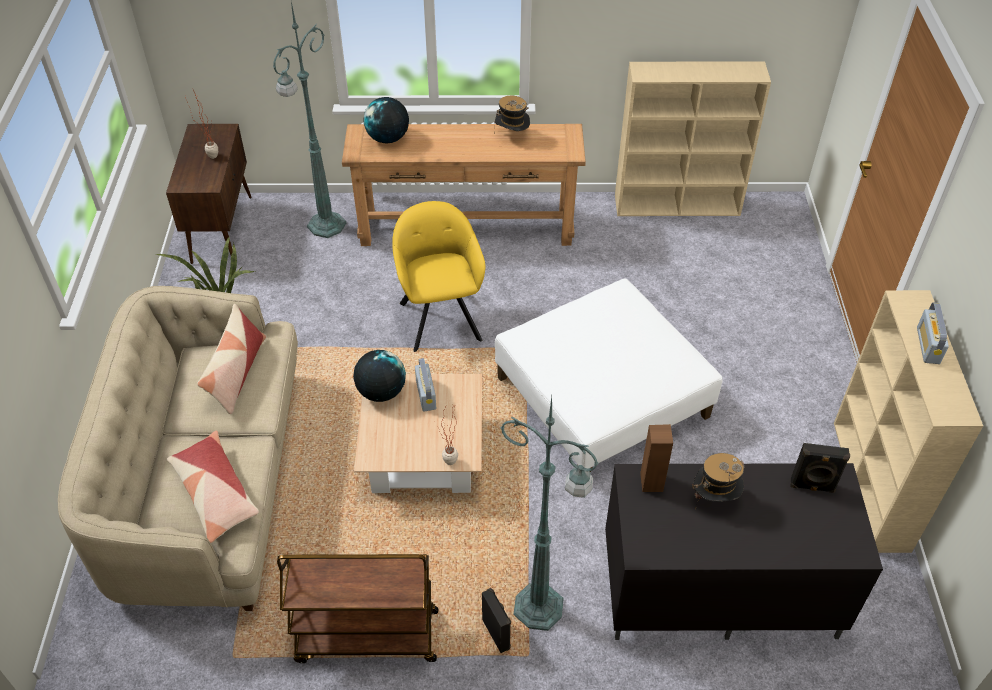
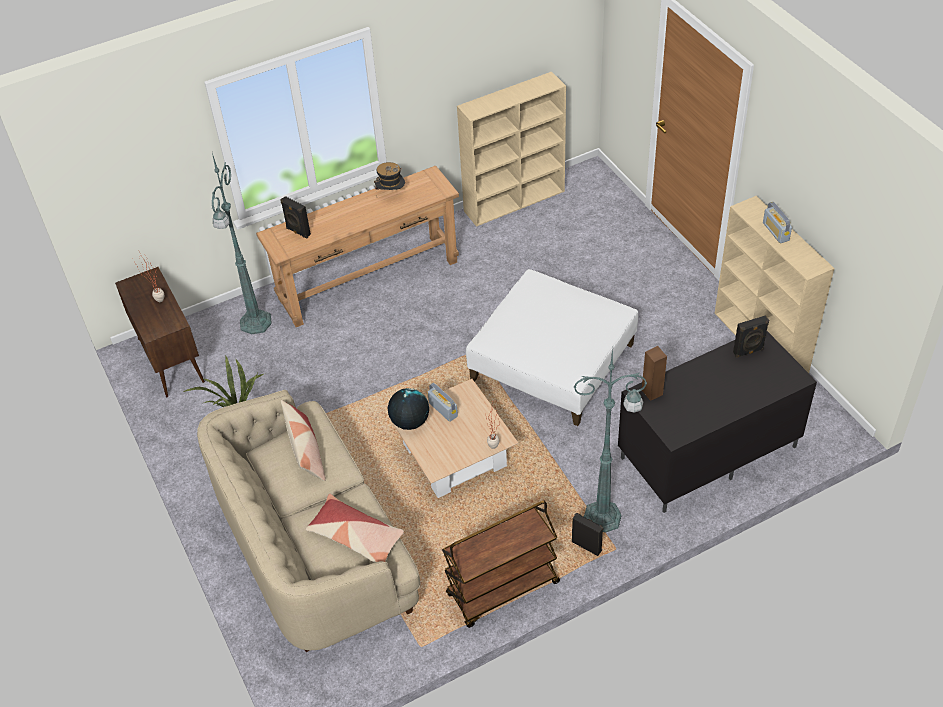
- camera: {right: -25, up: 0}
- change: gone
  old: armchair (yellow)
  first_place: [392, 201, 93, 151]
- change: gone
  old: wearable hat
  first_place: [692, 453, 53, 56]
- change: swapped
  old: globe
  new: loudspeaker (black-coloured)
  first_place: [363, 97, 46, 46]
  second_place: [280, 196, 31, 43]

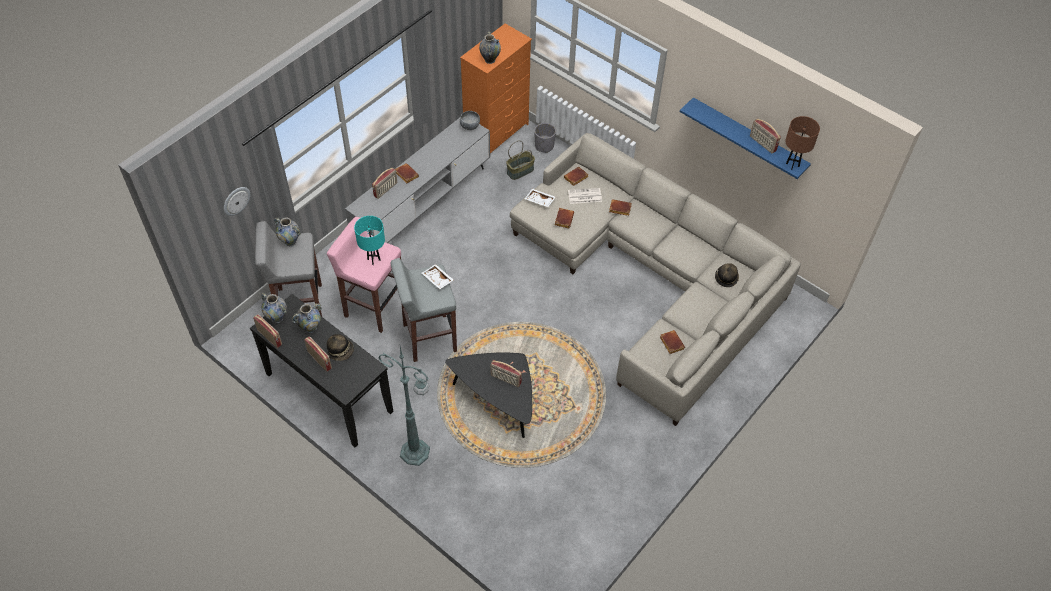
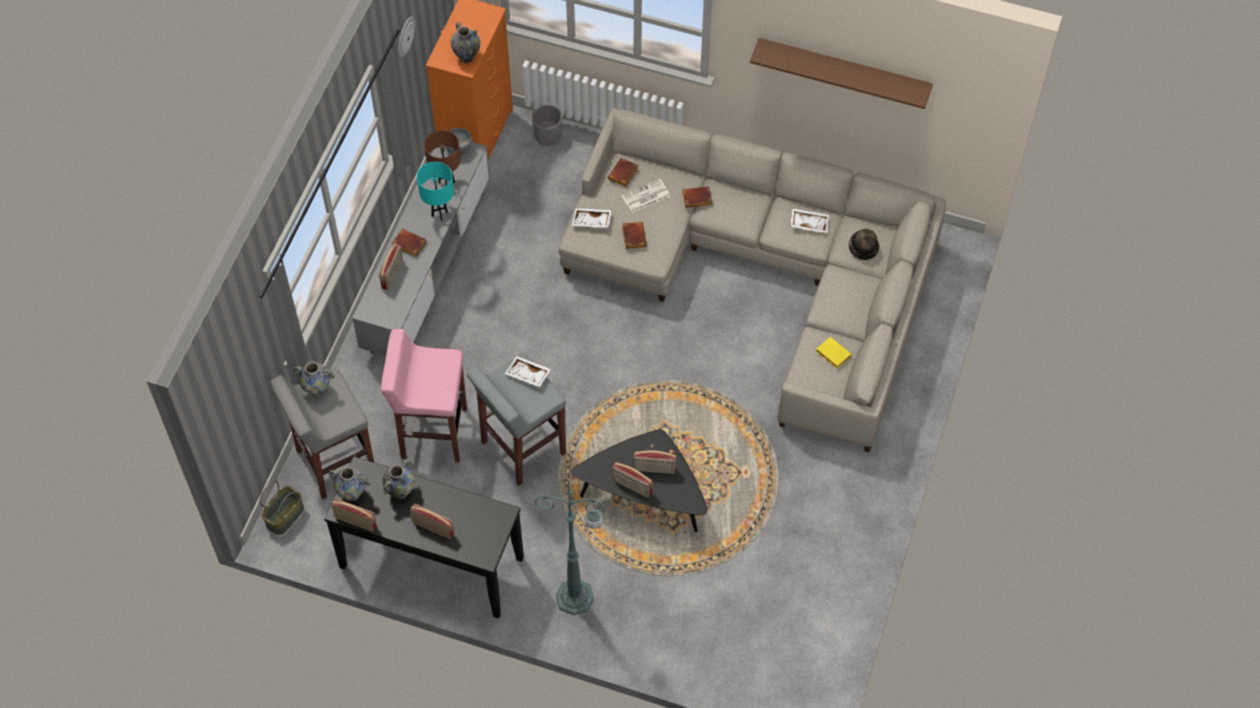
- camera: {right: -20, up: 5}
- change: gone
  old: wearable hat
  first_place: [327, 334, 27, 27]
- change: new
  new: serving tray (white)
  second_place: [790, 208, 39, 25]
- change: shifted
  old: wall clock
  first_place: [224, 187, 26, 29]
  second_place: [398, 17, 17, 40]
- change: shifted
  old: table lamp (turquoise-coloured)
  first_place: [354, 216, 31, 49]
  second_place: [417, 162, 37, 59]
- change: shifted
  old: storage basket
  first_place: [506, 140, 29, 40]
  second_place: [260, 480, 44, 55]
- change: shifted
  old: radio set
  first_place: [750, 119, 31, 34]
  second_place: [613, 462, 40, 36]
- change: shifted
  old: table lamp (brown)
  first_place: [785, 116, 35, 54]
  second_place: [424, 130, 37, 55]
- change: repainted
  old: book (brown)
  new: book (yellow)
  first_place: [660, 330, 25, 24]
  second_place: [816, 337, 36, 31]
- change: repainted
  old: wall shelf (bluish)
  new: wall shelf (brown)
  first_place: [680, 97, 131, 82]
  second_place: [750, 38, 183, 71]

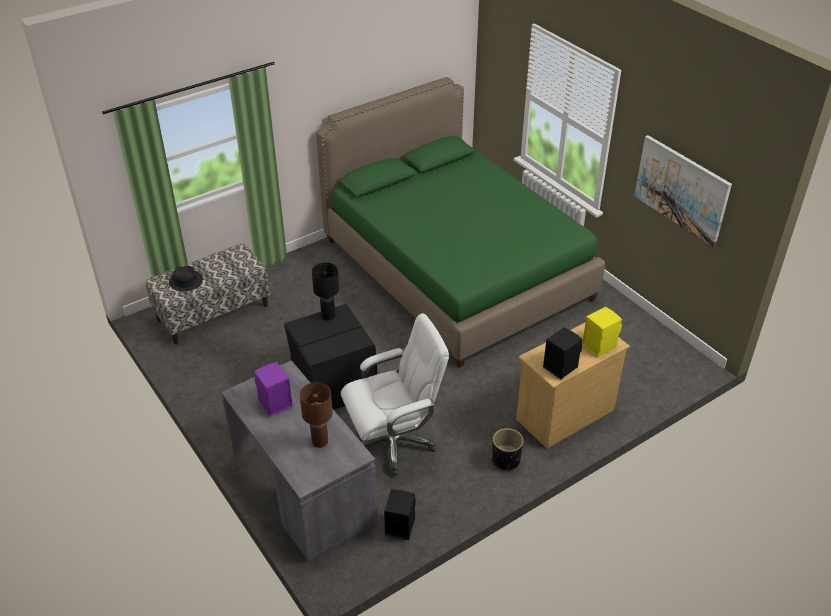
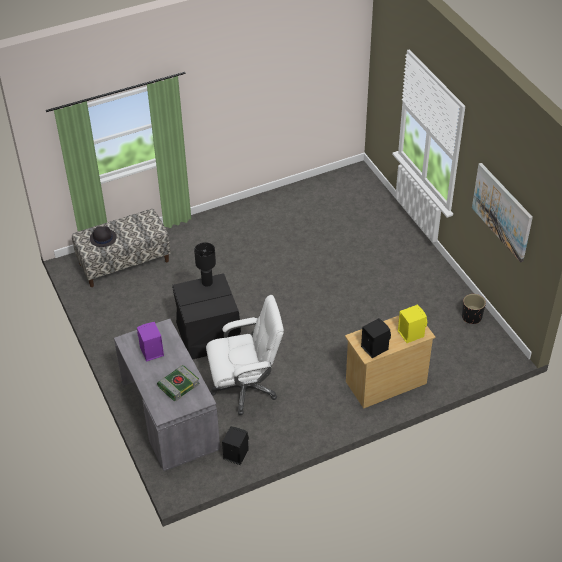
- camera: {right: 10, up: 5}
- change: gone
  old: bedroom bed (greenish)
  first_place: [316, 77, 289, 291]
- change: shifted
  old: planter (black-coloured)
  first_place: [492, 428, 32, 42]
  second_place: [462, 294, 24, 30]
- change: swapped
  old: table lamp (brown)
  new: book
  first_place: [300, 382, 33, 66]
  second_place: [157, 365, 42, 36]

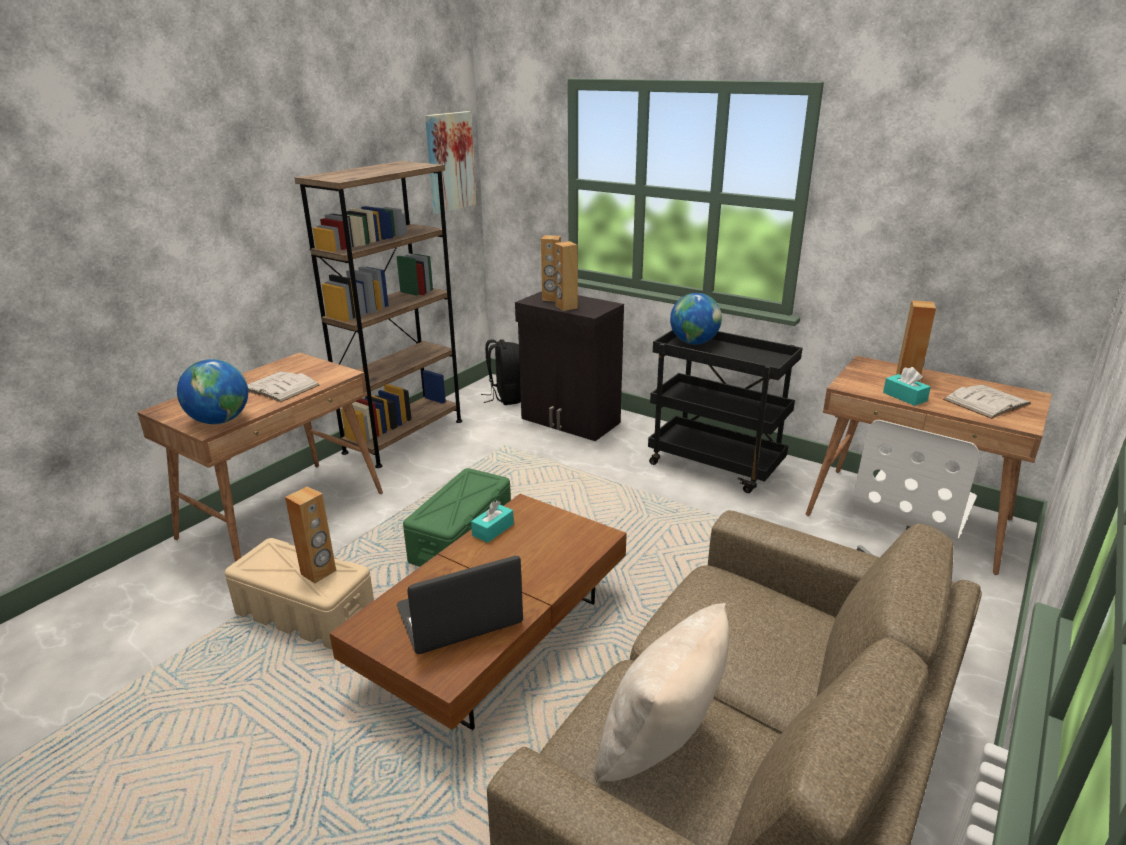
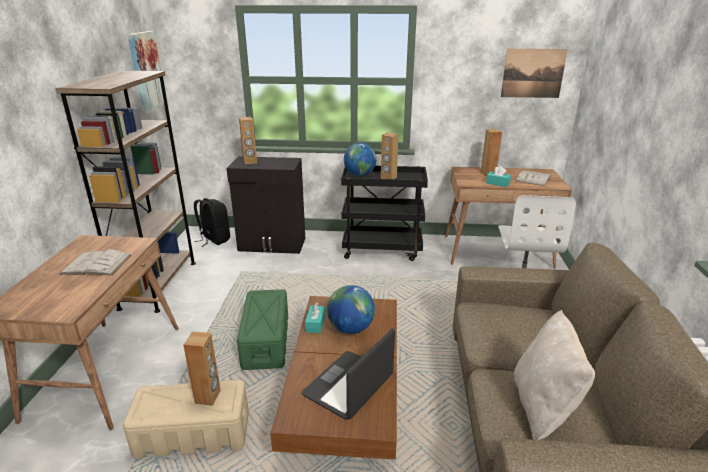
- camera: {right: -30, up: 0}
- change: new
  new: picture
  second_place: [501, 49, 67, 49]
- change: shifted
  old: globe
  first_place: [177, 359, 71, 65]
  second_place: [327, 285, 48, 49]
- change: shifted
  old: loudspeaker (brown)
  first_place: [555, 241, 23, 70]
  second_place: [381, 132, 17, 47]

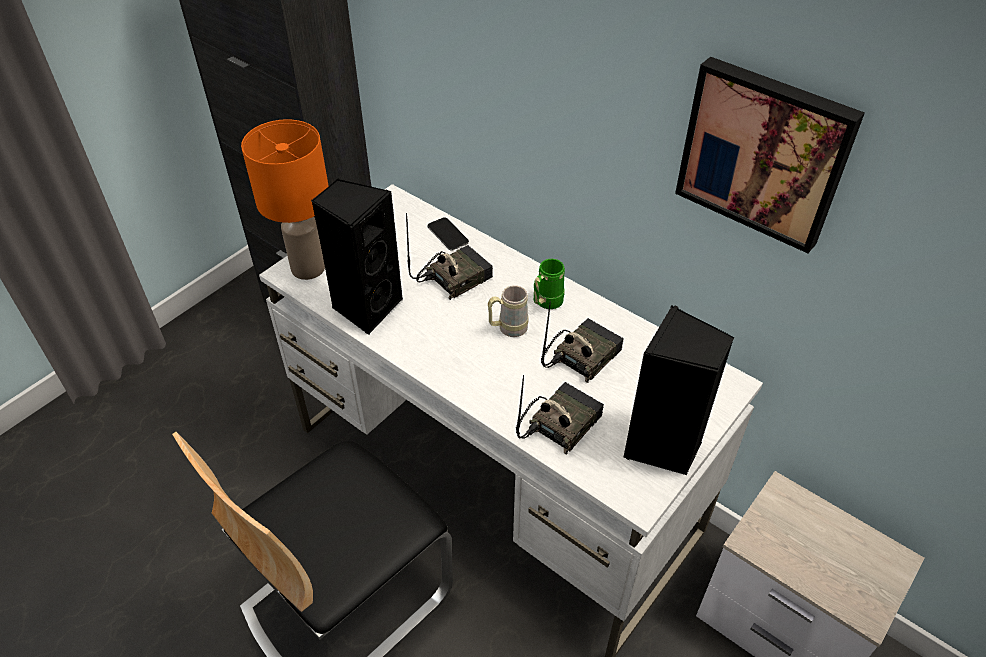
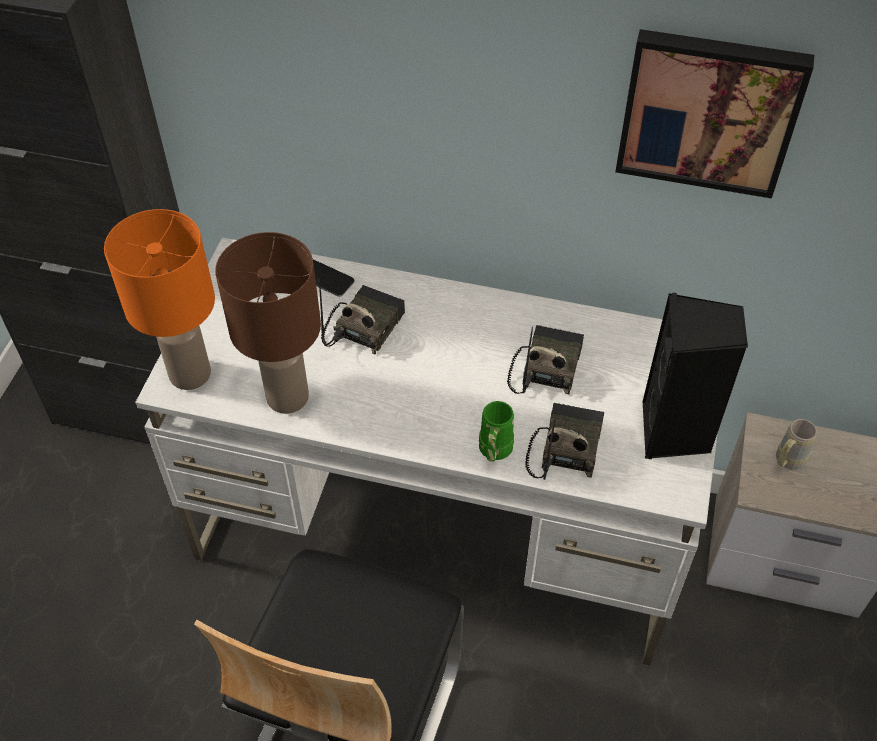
- camera: {right: -25, up: 5}
- change: shifted
  old: tea mug (beige)
  first_place: [488, 285, 40, 52]
  second_place: [776, 419, 41, 51]
- change: shifted
  old: tea mug (greenish)
  first_place: [534, 259, 31, 50]
  second_place: [479, 401, 35, 61]
- change: swapped
  old: loudspeaker (black-coloured)
  new: table lamp (brown)
  first_place: [311, 179, 92, 156]
  second_place: [215, 232, 106, 182]

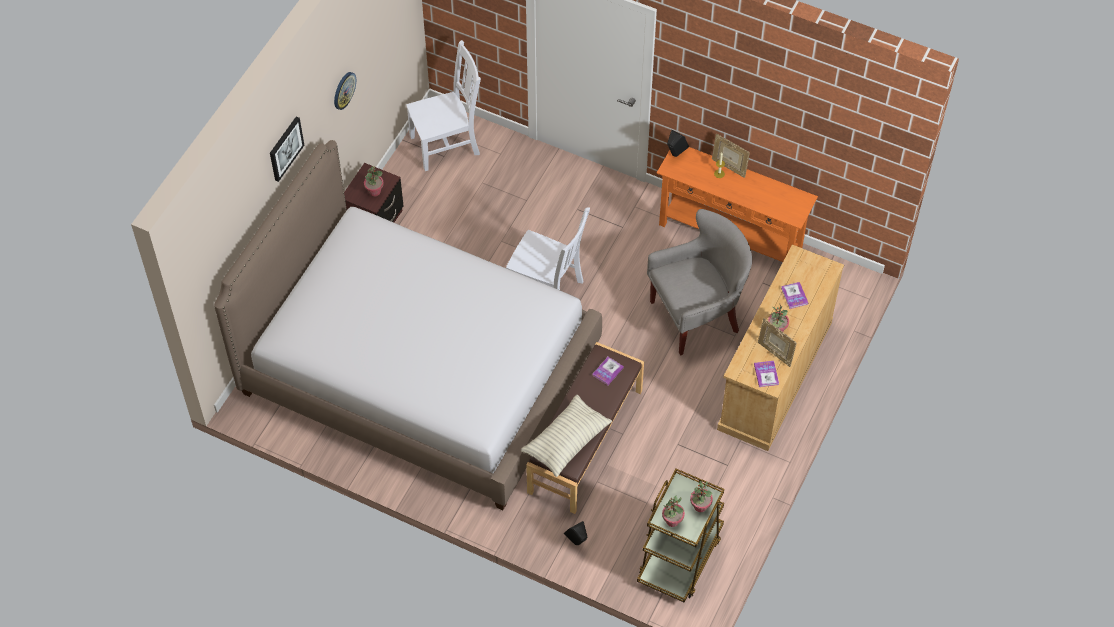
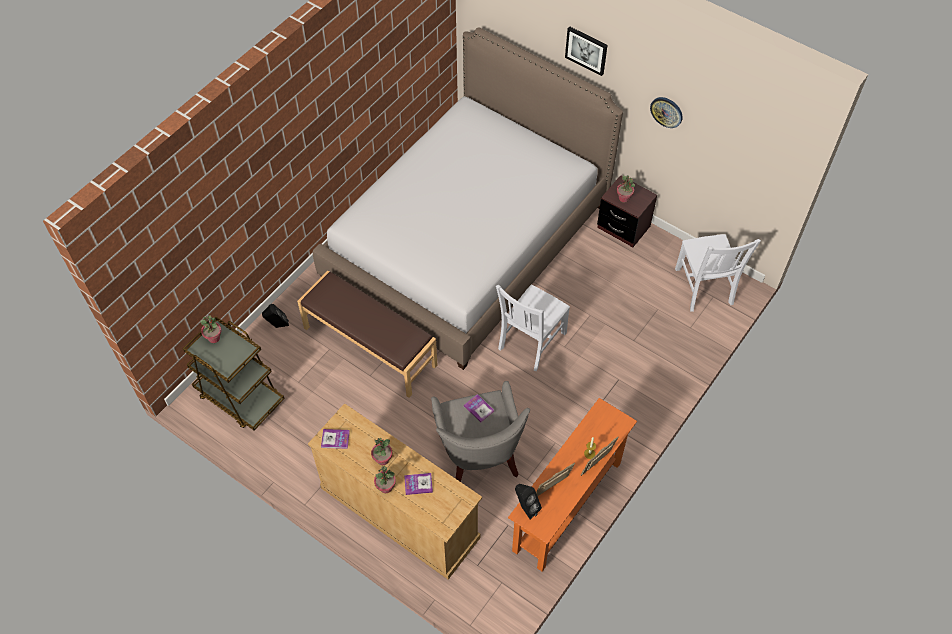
- camera: {right: 100, up: 0}
- change: gone
  old: pillow
  first_place: [521, 395, 91, 82]
- change: shifted
  old: book
  first_place: [592, 357, 32, 28]
  second_place: [464, 394, 30, 28]
- change: shifted
  old: loudspeaker (black-coloured)
  first_place: [667, 130, 22, 27]
  second_place: [515, 484, 27, 36]
- change: shifted
  old: plant in a pot
  first_place: [690, 481, 23, 31]
  second_place: [374, 466, 22, 27]
- change: shifted
  old: picture frame
  first_place: [758, 318, 39, 49]
  second_place: [536, 463, 39, 33]

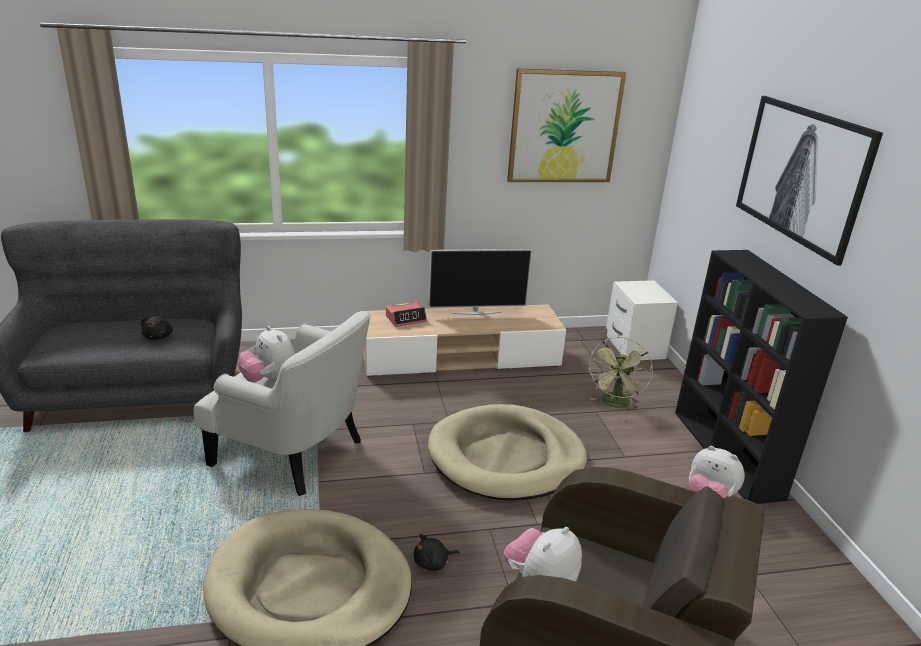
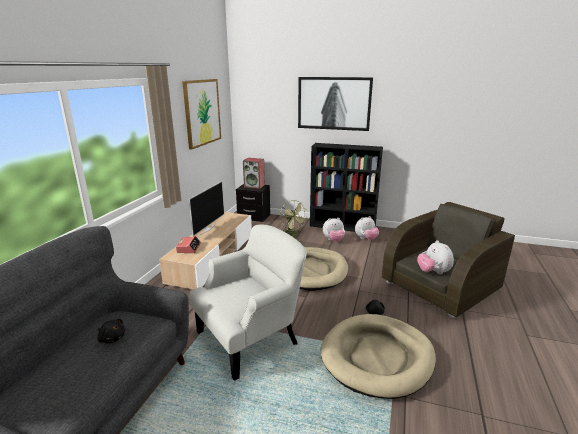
- camera: {right: -60, up: -5}
- change: new
  new: loudspeaker
  second_place: [243, 158, 22, 31]
- change: shifted
  old: soft toy
  first_place: [238, 326, 57, 56]
  second_place: [323, 218, 22, 24]
- change: repainted
  old: nightstand (white)
  new: nightstand (black-coloured)
  first_place: [606, 280, 72, 80]
  second_place: [236, 184, 34, 38]

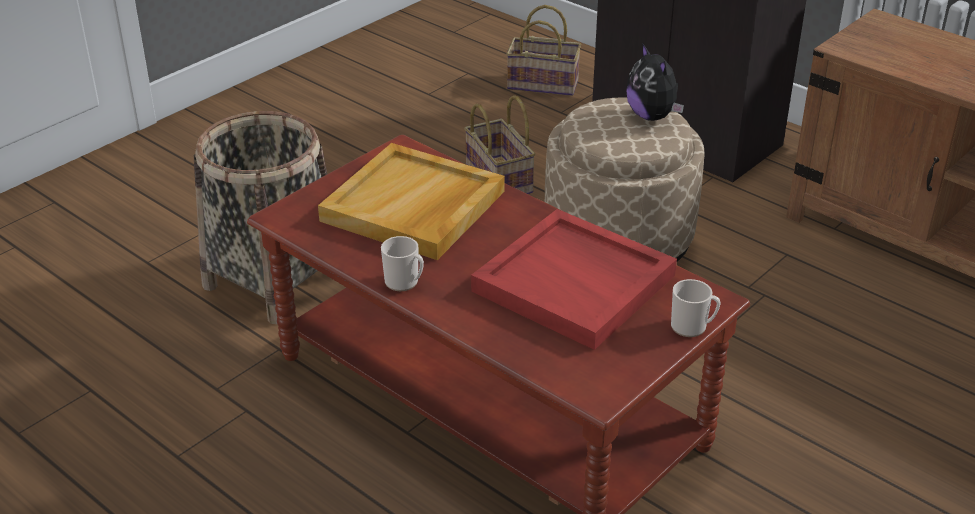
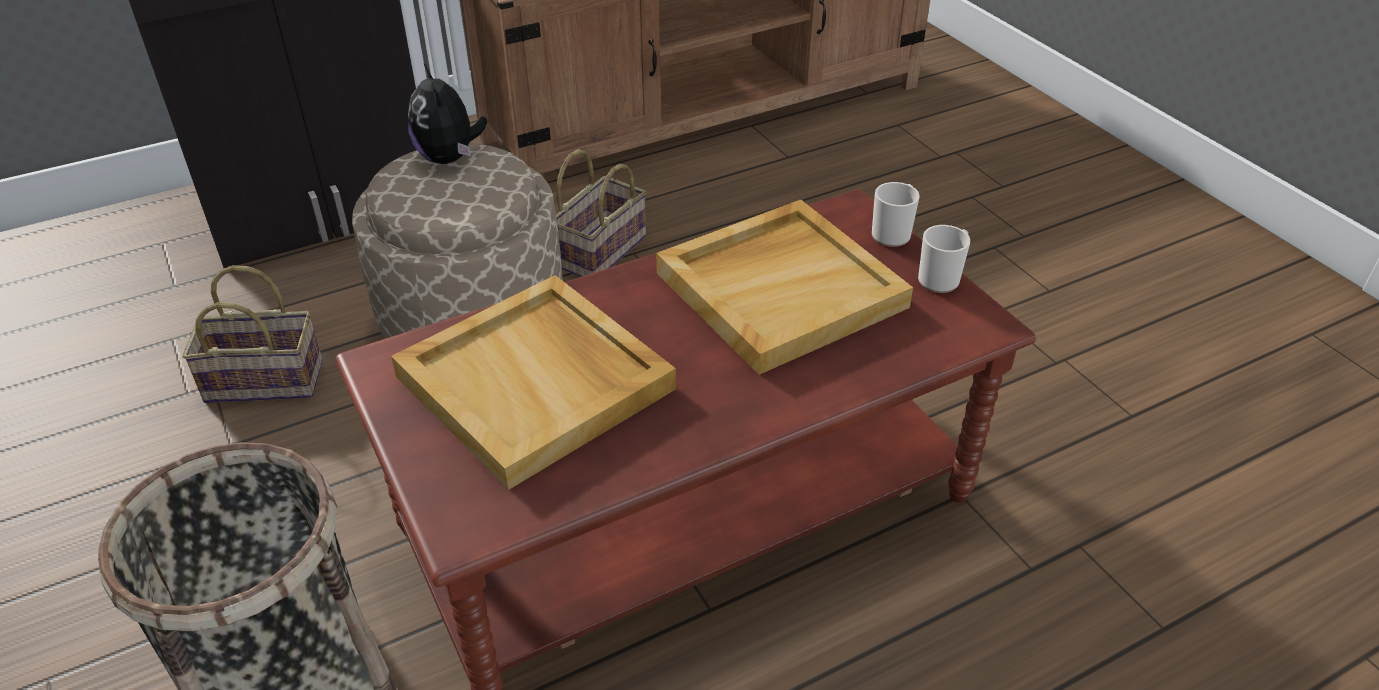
- camera: {right: -70, up: 5}
- change: shifted
  old: tea mug
  first_place: [381, 236, 43, 55]
  second_place: [918, 225, 52, 68]
- change: shifted
  old: storage basket
  first_place: [506, 5, 75, 91]
  second_place: [556, 149, 90, 128]
- change: repainted
  old: serving tray (red-coloured)
  new: serving tray (beige)
  first_place: [471, 209, 206, 141]
  second_place: [656, 199, 257, 176]
- change: rotated
  old: soft toy
  first_place: [626, 43, 58, 78]
  second_place: [408, 64, 79, 100]
  degrees: 75

